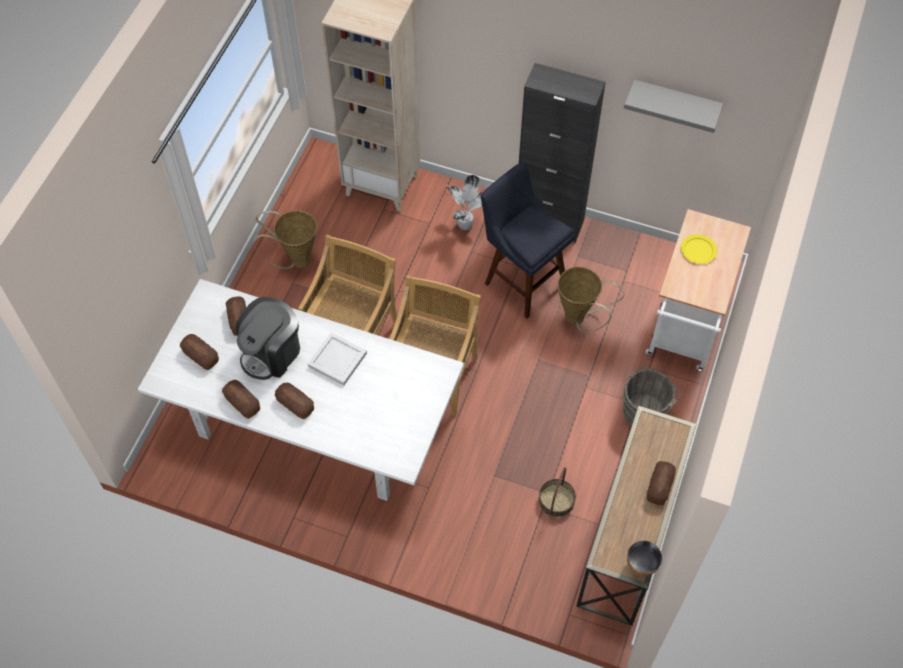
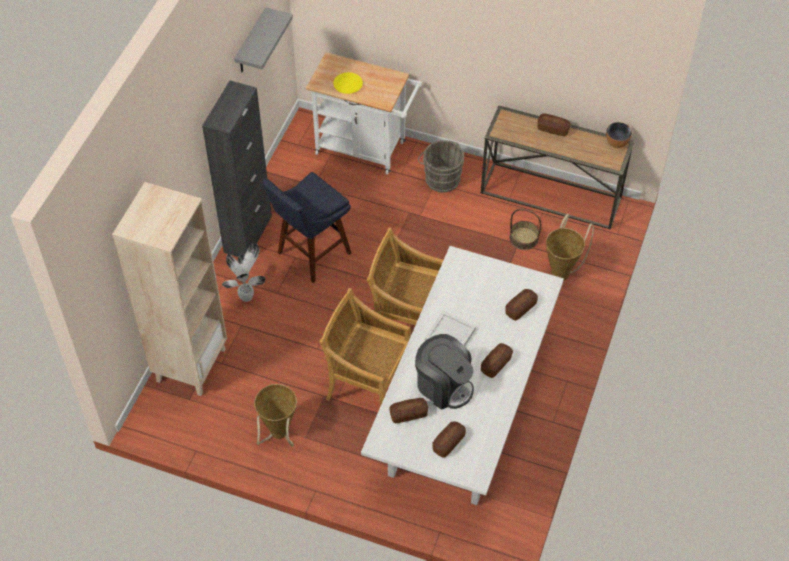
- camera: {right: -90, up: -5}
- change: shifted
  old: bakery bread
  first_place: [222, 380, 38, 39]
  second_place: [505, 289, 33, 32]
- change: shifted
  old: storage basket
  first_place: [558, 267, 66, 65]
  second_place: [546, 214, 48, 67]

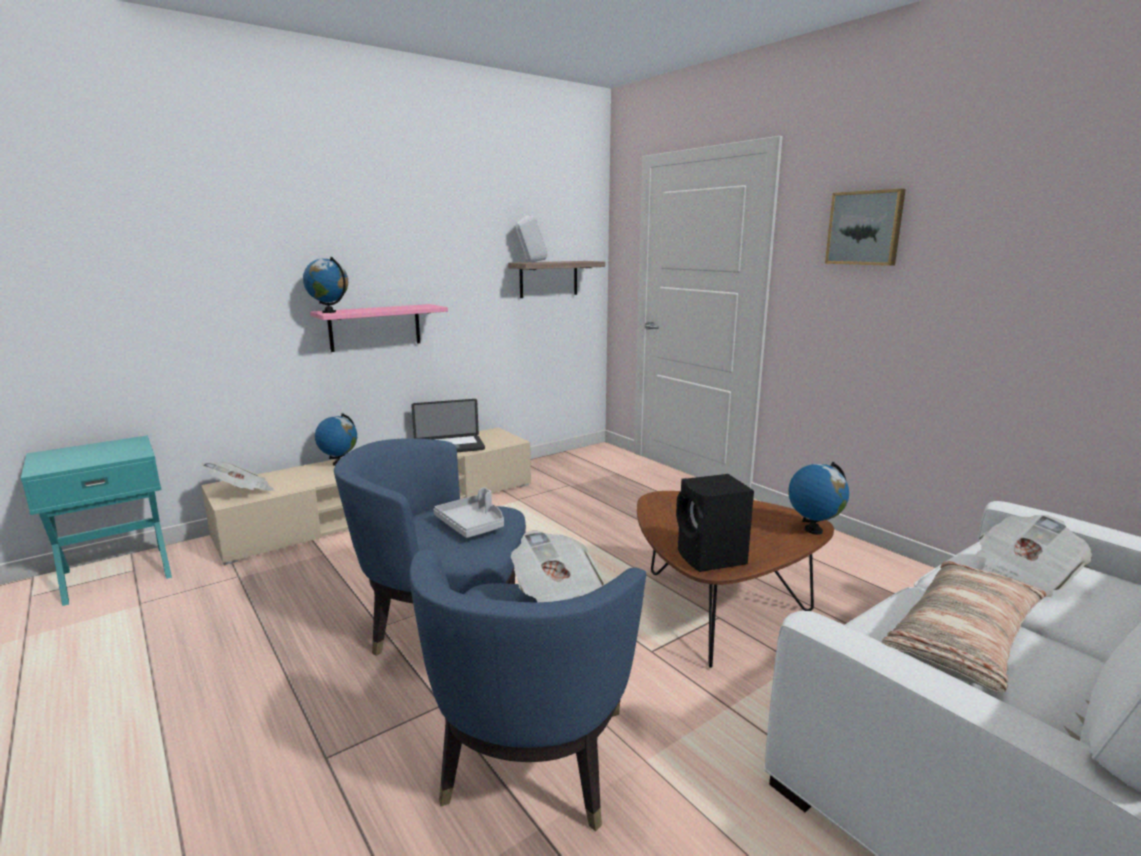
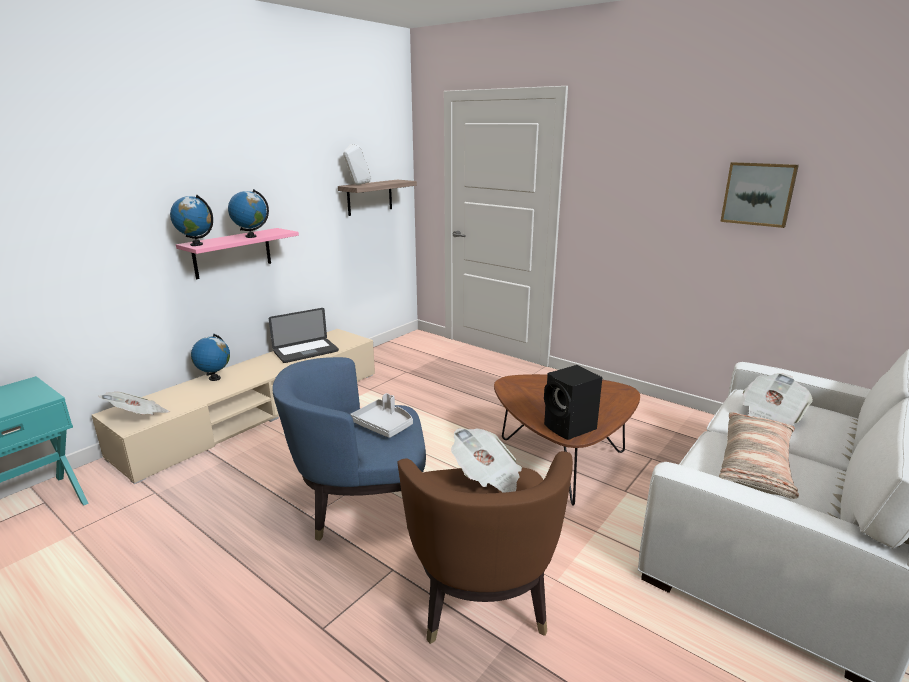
- camera: {right: -15, up: 5}
- change: shifted
  old: globe
  first_place: [788, 462, 61, 73]
  second_place: [228, 189, 41, 49]
- change: shifted
  old: picture
  first_place: [825, 189, 81, 77]
  second_place: [720, 162, 79, 66]
- change: repainted
  old: armchair (bluish)
  new: armchair (brown)
  first_place: [409, 549, 237, 282]
  second_place: [398, 451, 175, 193]

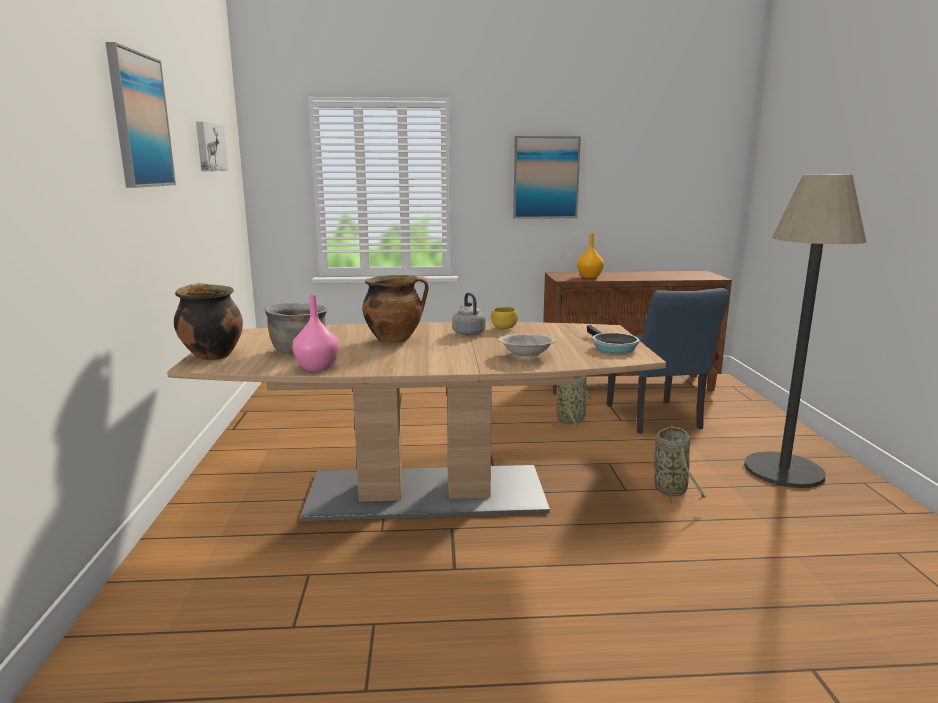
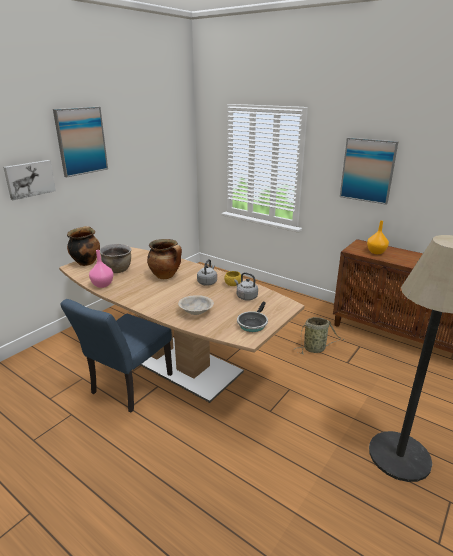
- camera: {right: 40, up: 10}
- change: gone
  old: storage basket
  first_place: [652, 426, 54, 80]
- change: new
  new: tea kettle (greyish)
  second_place: [234, 272, 24, 29]
- change: shifted
  old: picture
  first_place: [196, 122, 33, 49]
  second_place: [3, 160, 53, 41]
- change: shifted
  old: plain chair (bluish)
  first_place: [607, 288, 122, 145]
  second_place: [60, 299, 113, 113]

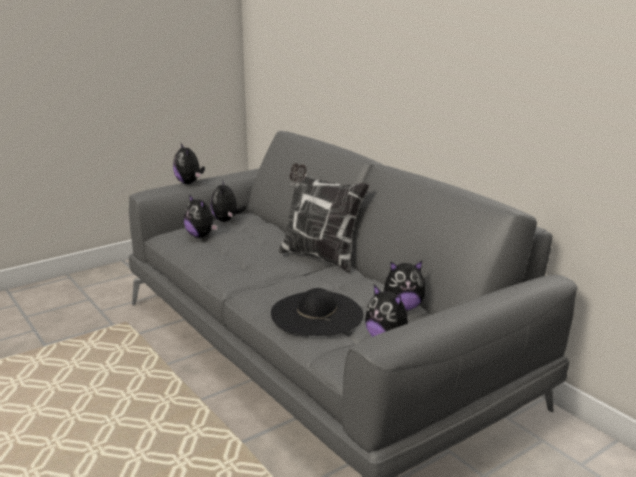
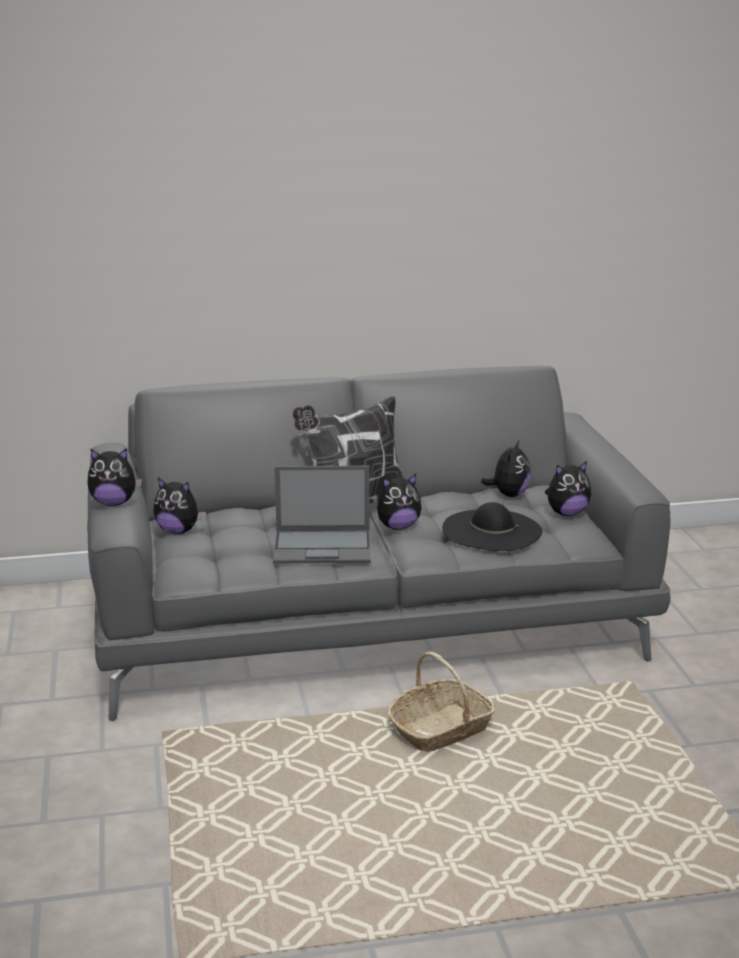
- camera: {right: -65, up: 0}
- change: new
  new: laptop
  second_place: [273, 466, 98, 97]
- change: new
  new: storage basket
  second_place: [387, 651, 108, 101]
- change: shifted
  old: soft toy
  first_place: [184, 195, 34, 43]
  second_place: [377, 474, 45, 56]

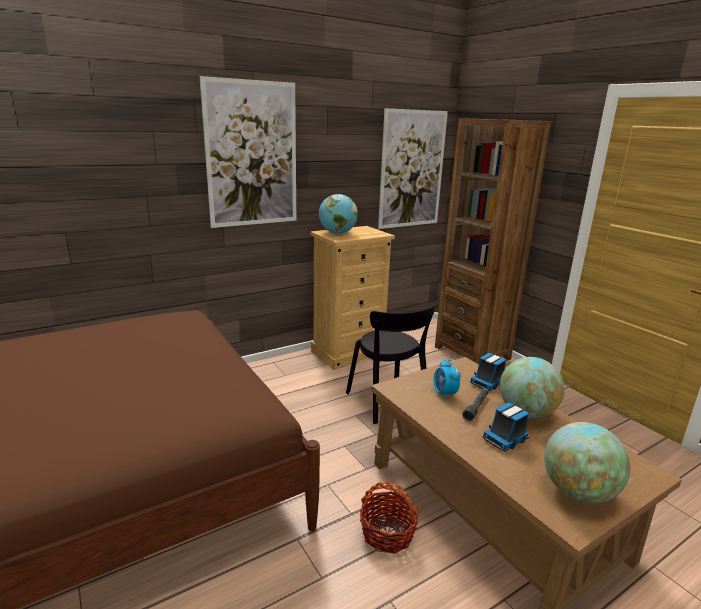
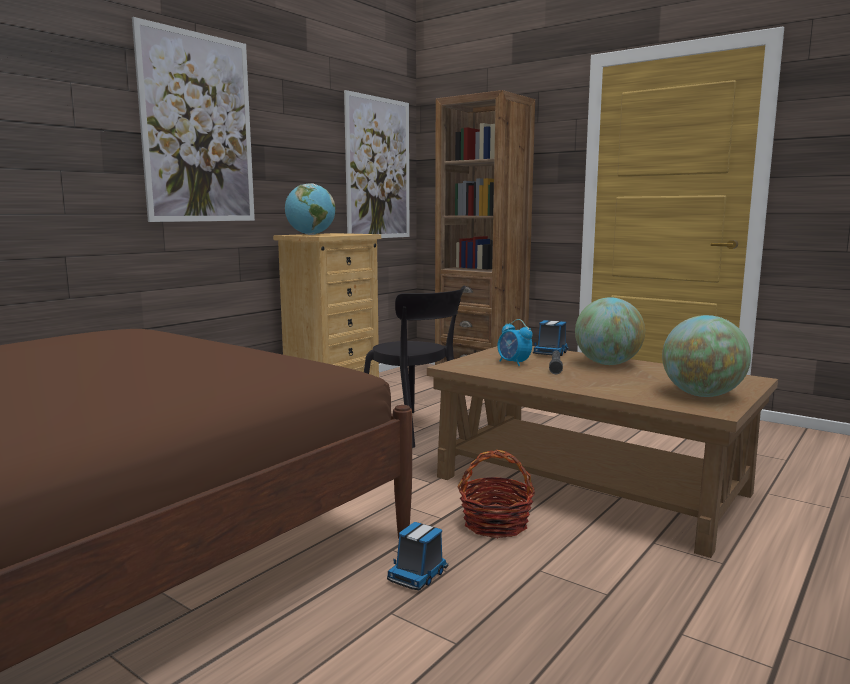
- camera: {right: -20, up: -10}
- change: shifted
  old: toy lorry
  first_place: [483, 402, 47, 49]
  second_place: [387, 522, 62, 68]

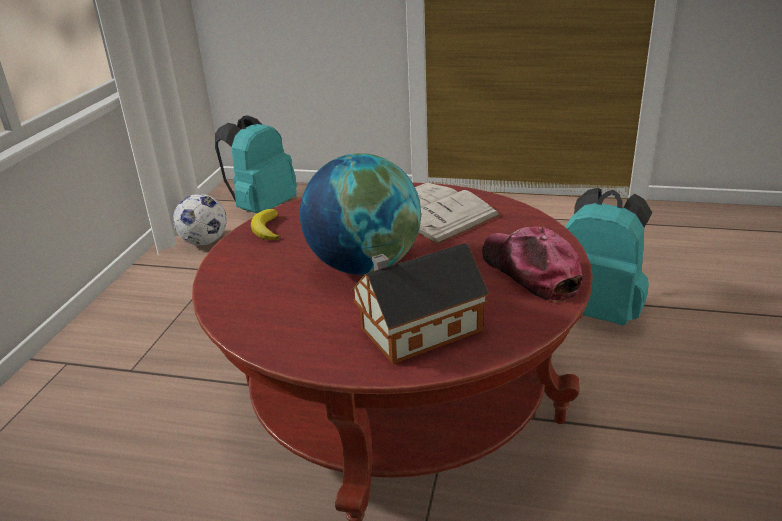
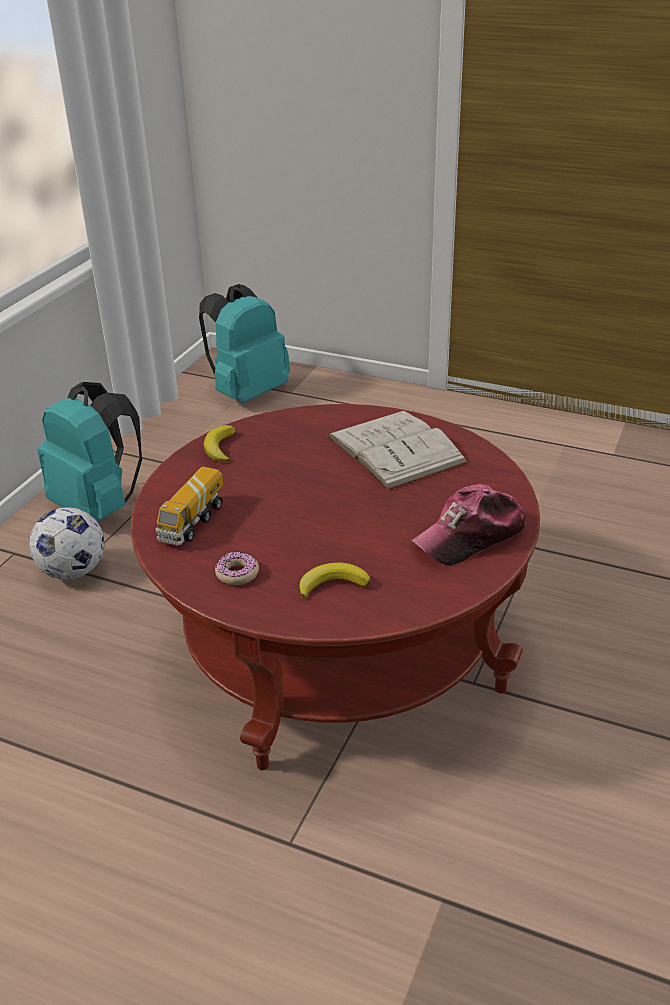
- camera: {right: 10, up: 5}
- change: gone
  old: globe
  first_place: [300, 153, 121, 122]
- change: new
  new: toy lorry
  second_place: [155, 467, 68, 79]
- change: new
  new: donut
  second_place: [215, 552, 44, 33]
- change: shifted
  old: ball for football
  first_place: [173, 194, 54, 51]
  second_place: [29, 507, 75, 73]
- change: shifted
  old: rucksack (turquoise-coloured)
  first_place: [566, 188, 86, 137]
  second_place: [37, 382, 105, 139]
- change: swapped
  old: miniature house
  new: banana fruit
  first_place: [351, 243, 138, 121]
  second_place: [299, 563, 71, 36]
- change: rotated
  old: baseball cap
  first_place: [482, 227, 101, 76]
  second_place: [411, 484, 115, 81]
  degrees: -105

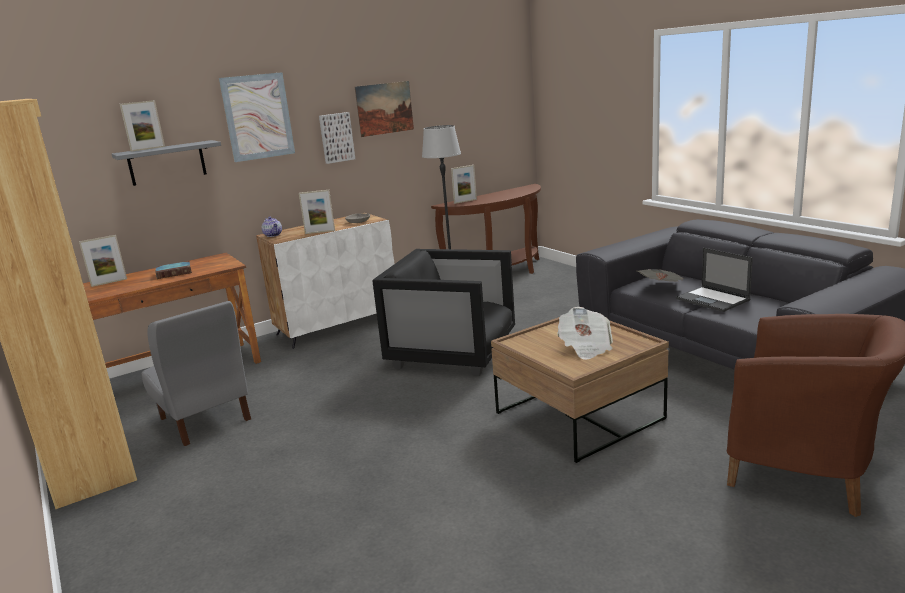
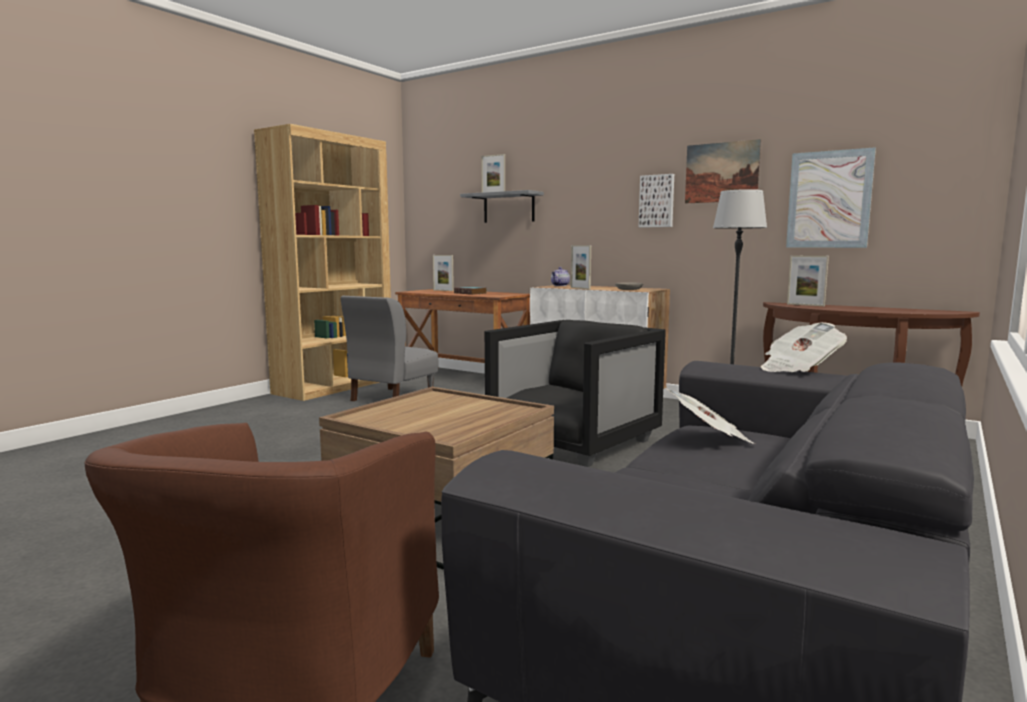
- camera: {right: 65, up: -10}
- change: gone
  old: laptop
  first_place: [676, 248, 77, 64]
- change: shifted
  old: picture
  first_place: [219, 72, 76, 90]
  second_place: [786, 147, 90, 101]
- change: shifted
  old: daily paper
  first_place: [557, 307, 56, 53]
  second_place: [761, 322, 86, 50]
- change: rotated
  old: armchair (black-coloured)
  first_place: [372, 249, 143, 127]
  second_place: [485, 320, 181, 147]
  degrees: 45

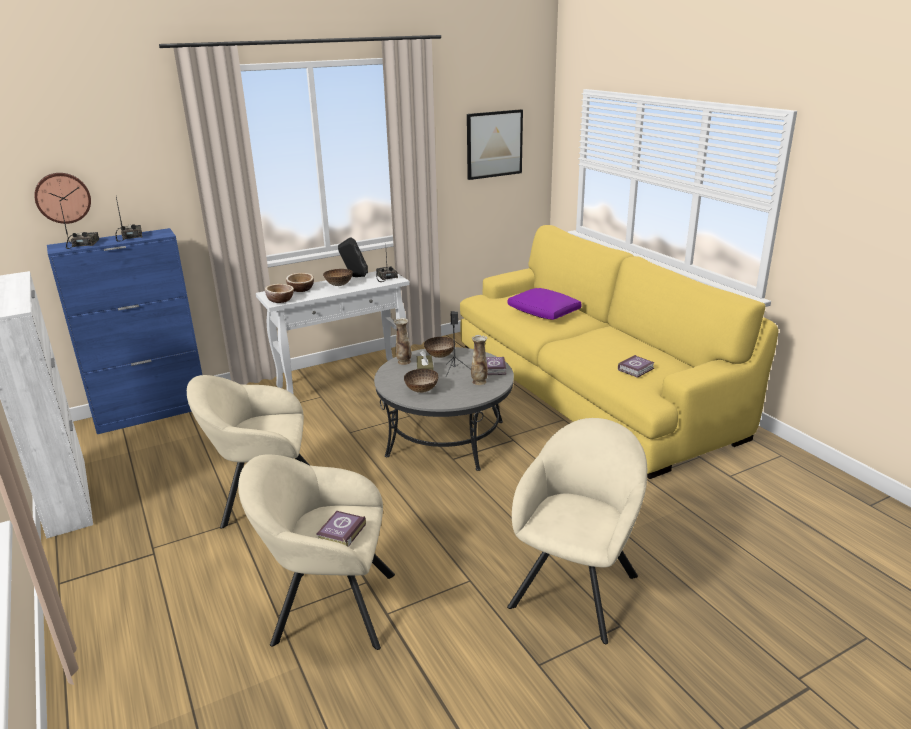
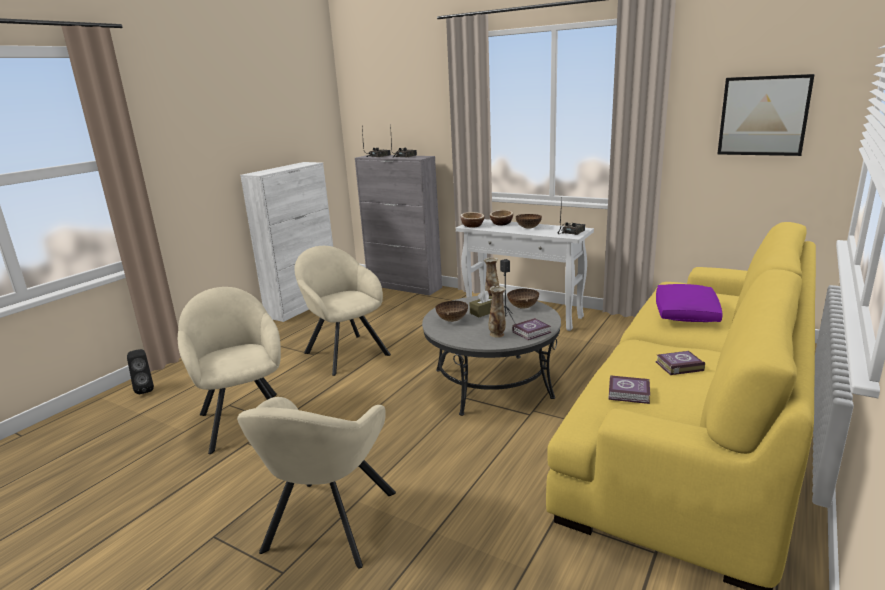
- camera: {right: 60, up: -5}
- change: gone
  old: wall clock
  first_place: [34, 173, 57, 51]
- change: shifted
  old: book
  first_place: [316, 511, 50, 36]
  second_place: [656, 351, 49, 24]
- change: shifted
  old: loudspeaker (black-coloured)
  first_place: [338, 237, 30, 40]
  second_place: [127, 349, 27, 45]
- change: repainted
  old: cupboard (bluish)
  new: cupboard (greyish)
  first_place: [47, 228, 155, 206]
  second_place: [355, 155, 87, 141]
- change: rotated
  old: armchair (beige)
  first_place: [507, 418, 140, 226]
  second_place: [237, 397, 159, 172]
  degrees: 105

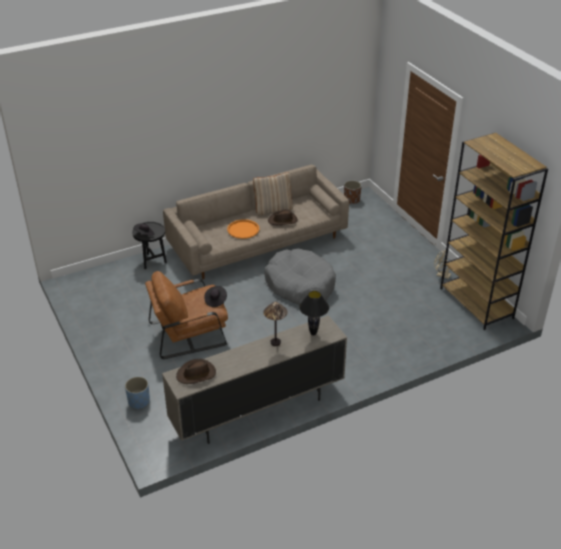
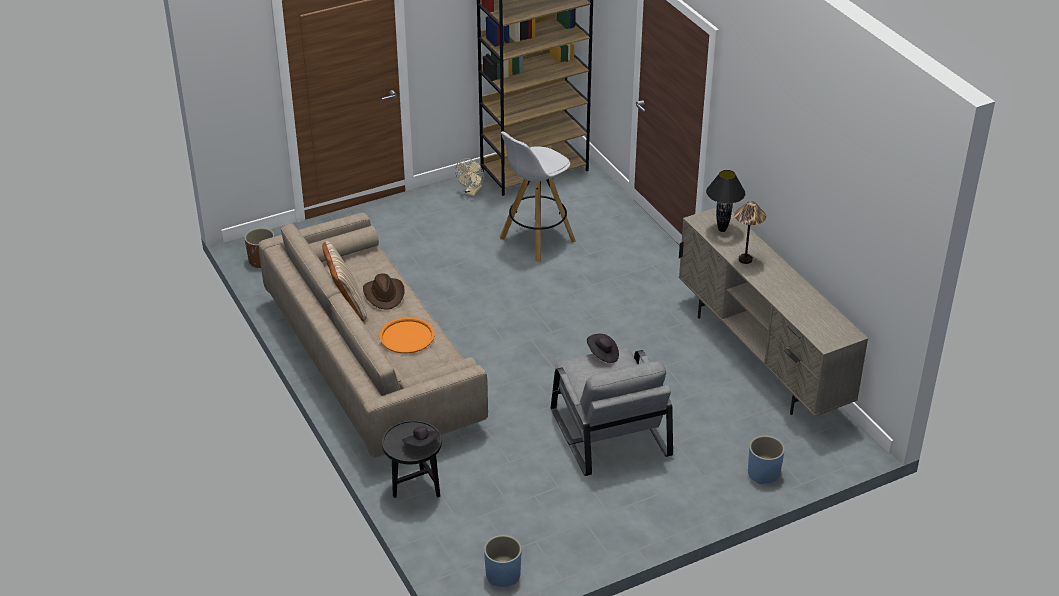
- camera: {right: -90, up: 0}
- change: gone
  old: wearable hat (brown)
  first_place: [176, 359, 40, 25]
- change: gone
  old: pet bed (greyish)
  first_place: [264, 249, 72, 56]
- change: new
  new: planter (bluish)
  second_place: [484, 535, 38, 52]
- change: new
  new: stool seat (white)
  second_place: [500, 131, 76, 131]
- change: repainted
  old: armchair (brown)
  new: armchair (greyish)
  first_place: [145, 271, 83, 88]
  second_place: [551, 347, 122, 129]

